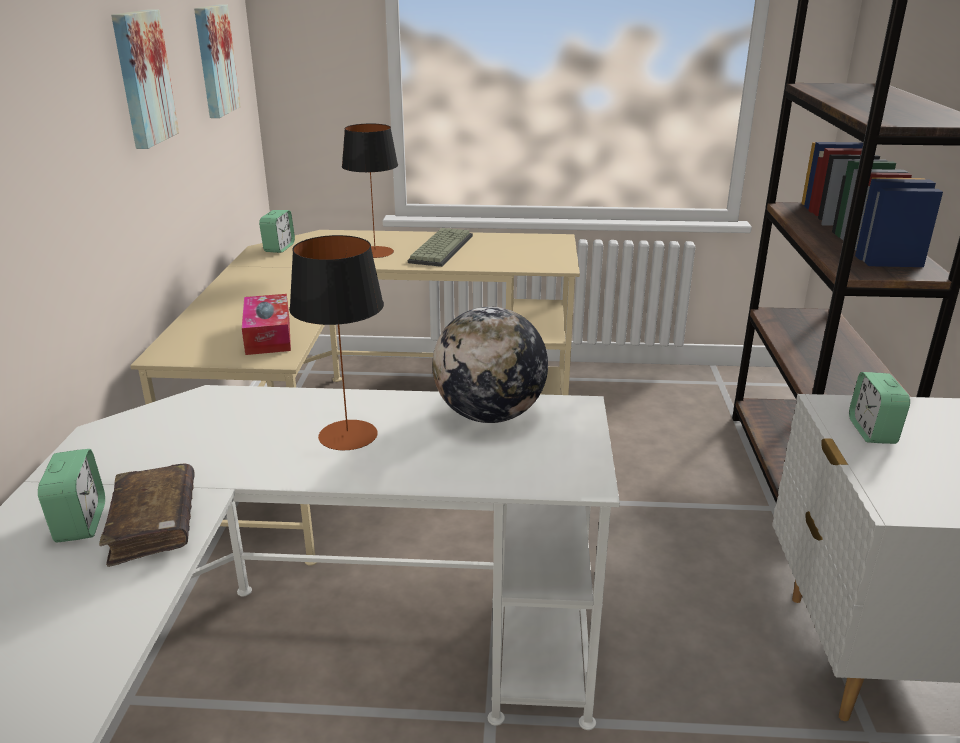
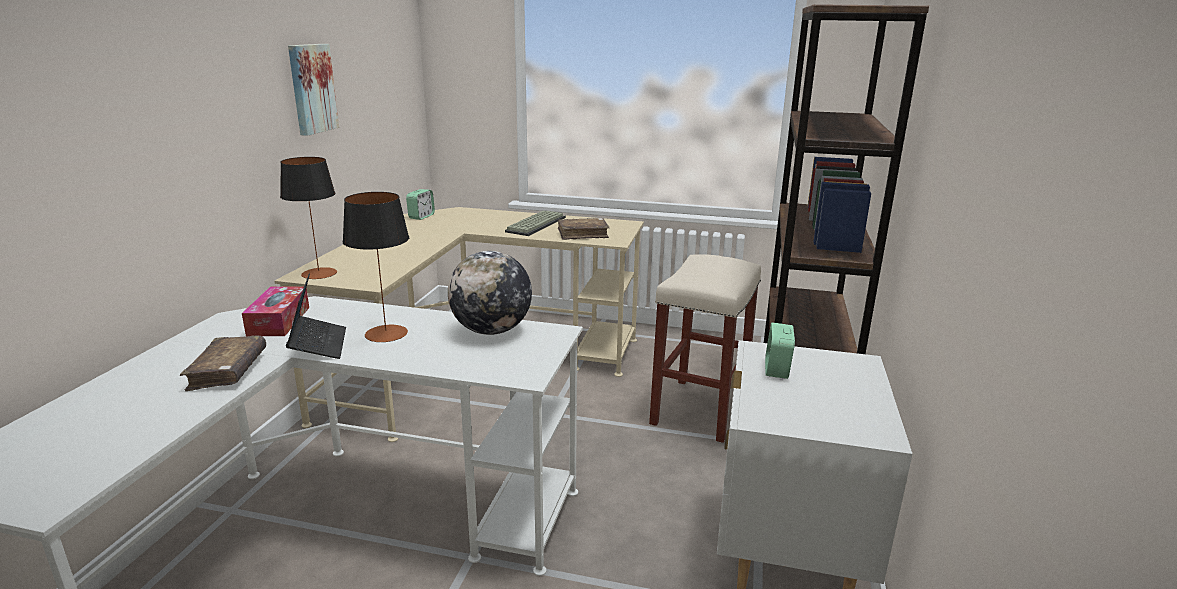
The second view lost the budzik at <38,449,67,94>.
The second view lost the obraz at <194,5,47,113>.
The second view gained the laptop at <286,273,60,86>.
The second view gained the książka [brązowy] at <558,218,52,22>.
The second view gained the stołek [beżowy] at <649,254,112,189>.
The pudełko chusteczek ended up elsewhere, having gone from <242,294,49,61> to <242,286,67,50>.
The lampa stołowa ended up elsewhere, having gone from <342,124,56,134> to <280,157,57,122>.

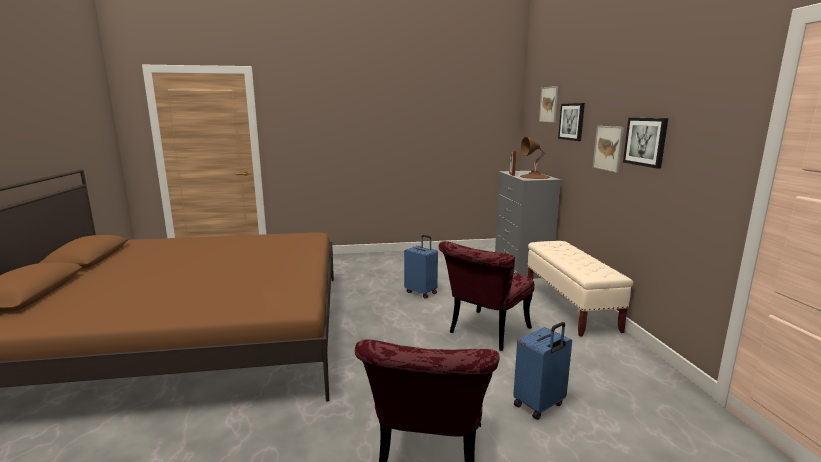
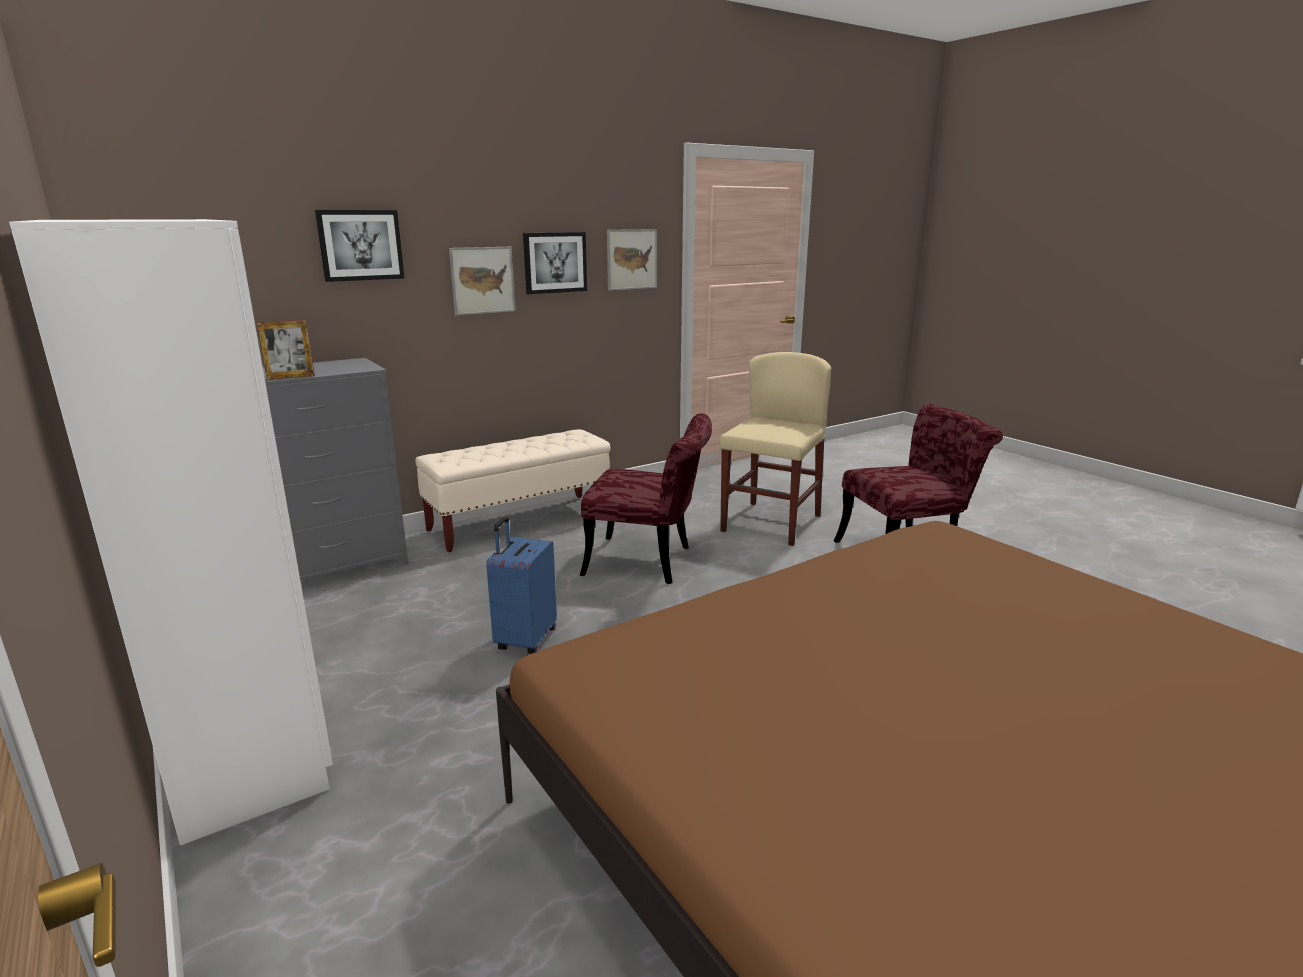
The second view lost the lampa stołowa [brązowy] at <520,137,30,42>.
The second view gained the szafa [biały] at <9,219,324,627>.
The obraz ended up elsewhere, having gone from <539,86,19,37> to <607,229,50,62>.
Where the walizka [niebieski] stood at <513,322,59,98>, the krzesło [beżowy] came to stand at <719,352,112,194>.

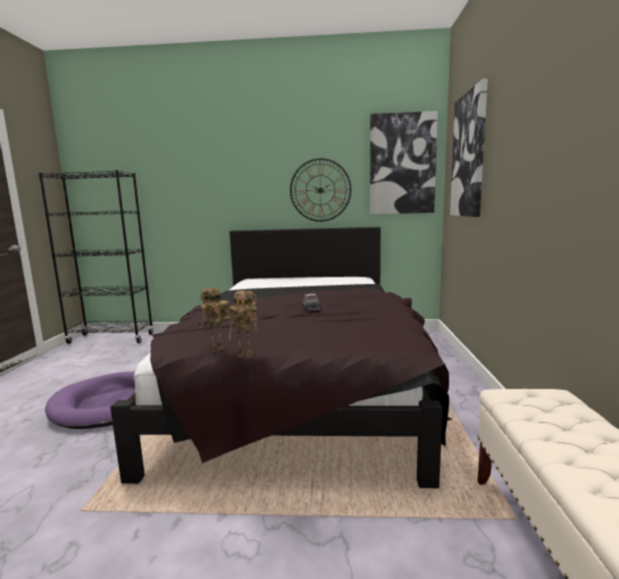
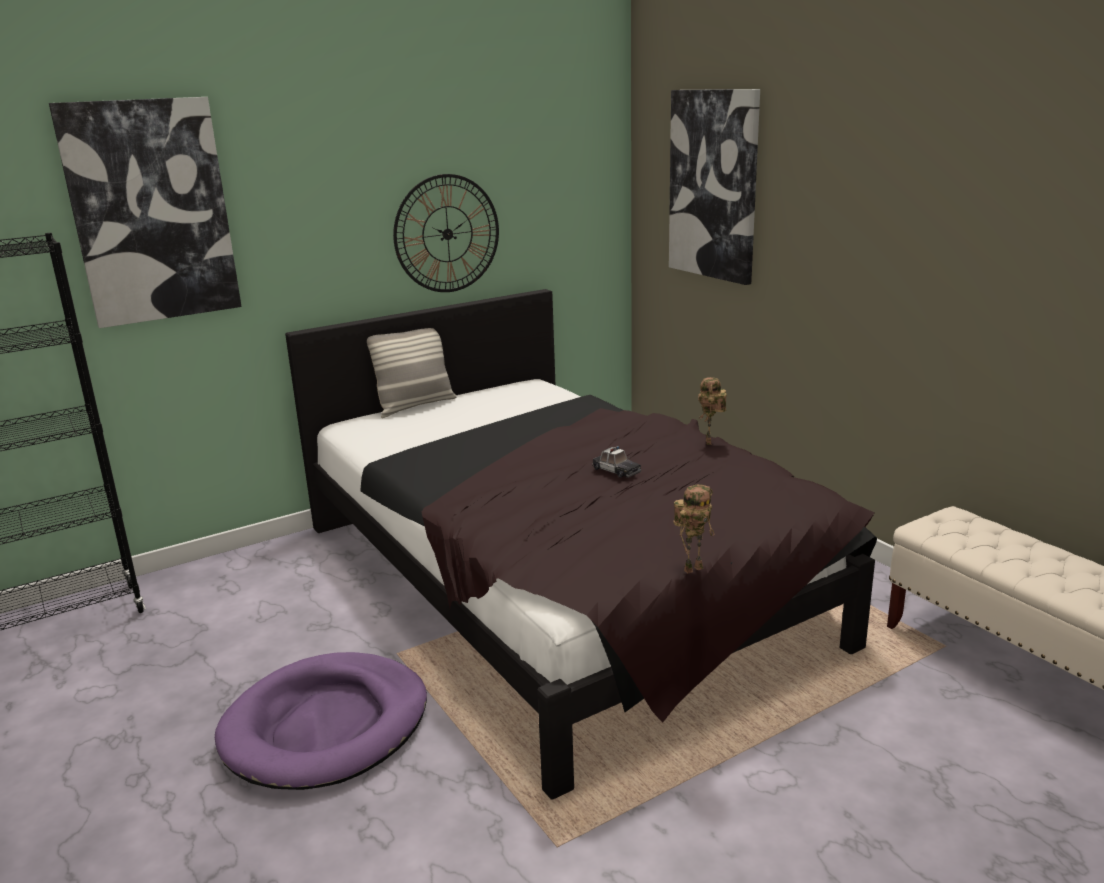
The second view gained the poduszka at <367,328,89,90>.
The robot zabawkowy ended up elsewhere, having gone from <200,288,30,64> to <698,377,29,68>.
The obraz ended up elsewhere, having gone from <370,111,68,103> to <49,97,193,231>.

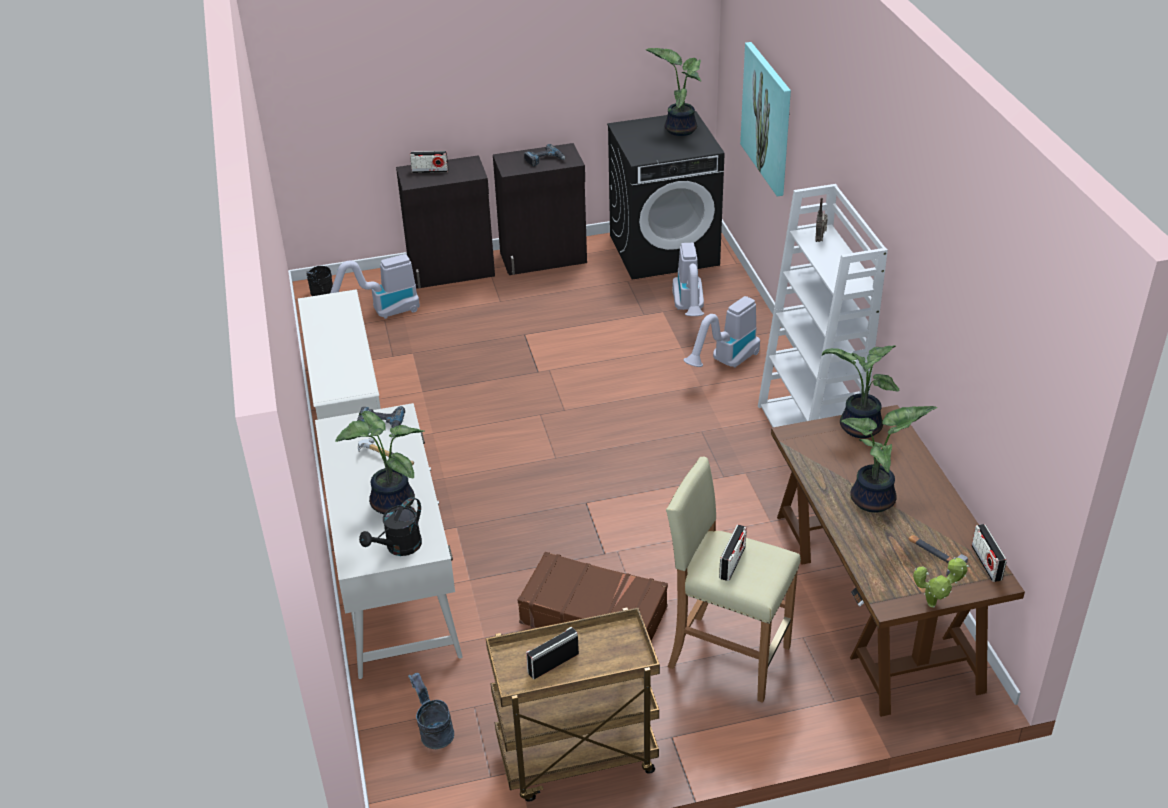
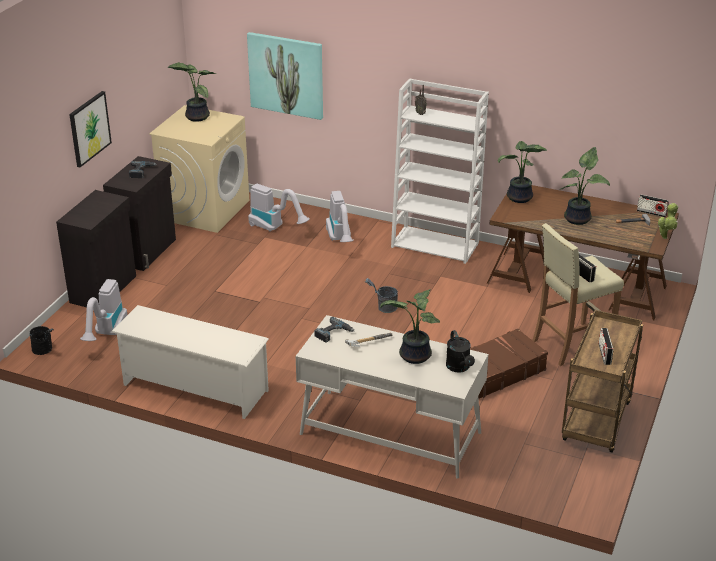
The second view lost the radio at <410,151,38,22>.
The second view gained the obraz at <69,91,43,76>.
The wiadro [szary] ended up elsewhere, having gone from <408,673,46,76> to <365,278,33,35>.
What was the pralka [czarny] at <607,111,117,169> turned into the pralka [beżowy] at <149,105,100,128>.

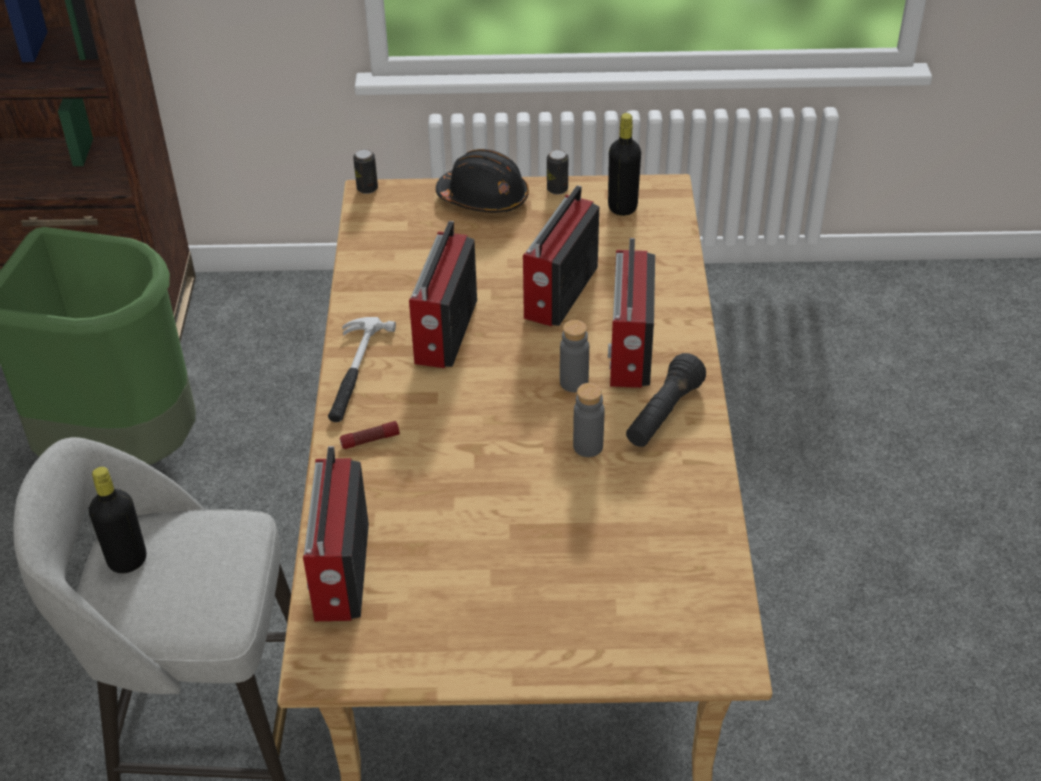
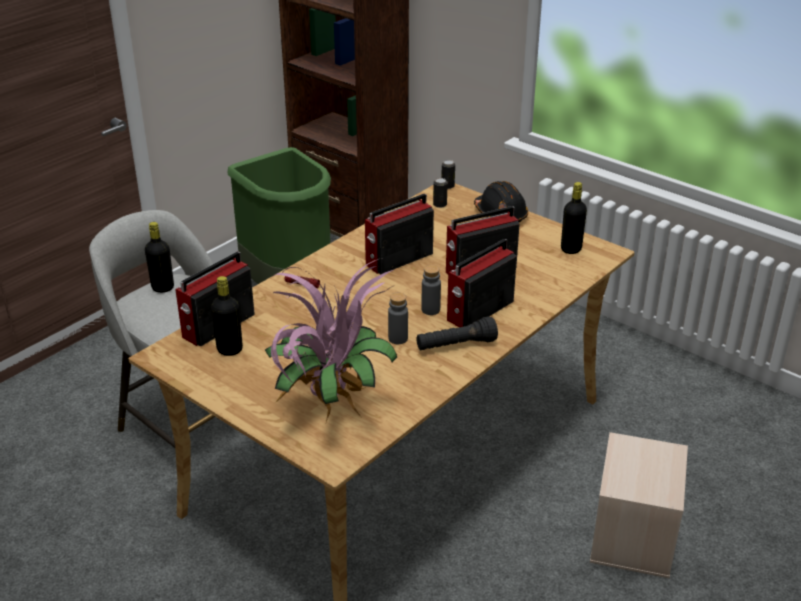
The second view lost the młotek at <328,317,68,105>.
The second view gained the butelka [czarny] at <211,276,32,80>.
The second view gained the roślina doniczkowa at <265,259,132,163>.
The second view gained the pojemnik do przechowywania [beżowy] at <590,432,98,146>.
The puszka ended up elsewhere, having gone from <547,149,21,46> to <433,178,15,30>.

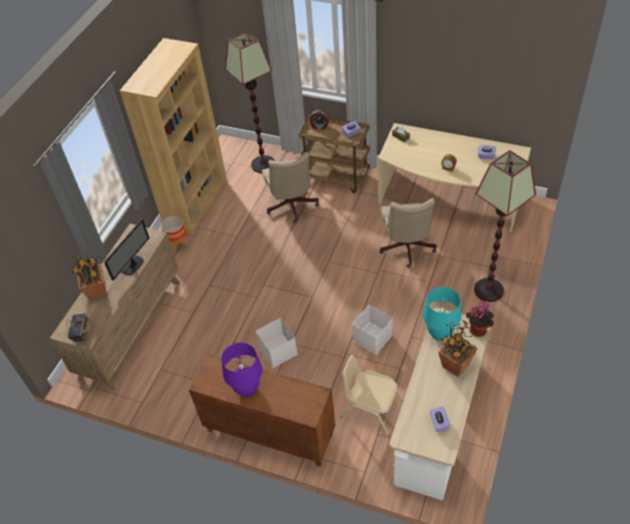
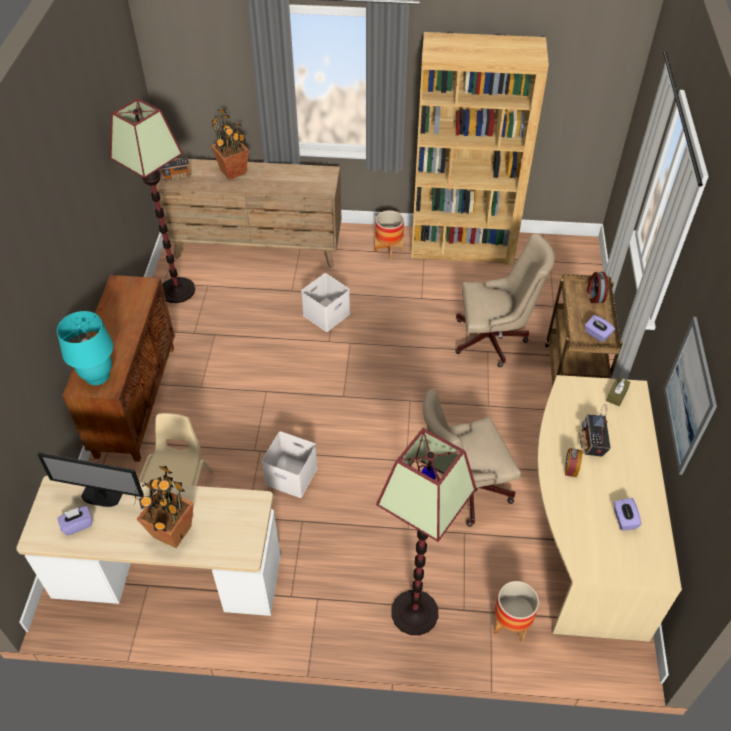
The second view lost the lampa stołowa [fioletowy] at <221,342,41,55>.
The second view lost the roślina doniczkowa at <466,300,28,37>.
The second view gained the donica at <493,581,46,61>.
The second view gained the radio at <579,404,32,52>.
The second view gained the obraz at <664,317,53,158>.
The monitor ended up elsewhere, having gone from <104,219,45,62> to <37,452,107,55>.
The lampa stojąca ended up elsewhere, having gone from <225,31,50,142> to <110,98,85,205>.
The pojemnik do przechowywania [biały] ended up elsewhere, having gone from <256,318,42,50> to <301,273,49,59>.
The lampa stołowa [turkusowy] ended up elsewhere, having gone from <423,287,38,54> to <57,311,56,74>.
The krzesło biurowe [beżowy] at <262,152,57,71> ended up facing another way, 150 degrees counterclockwise from before.

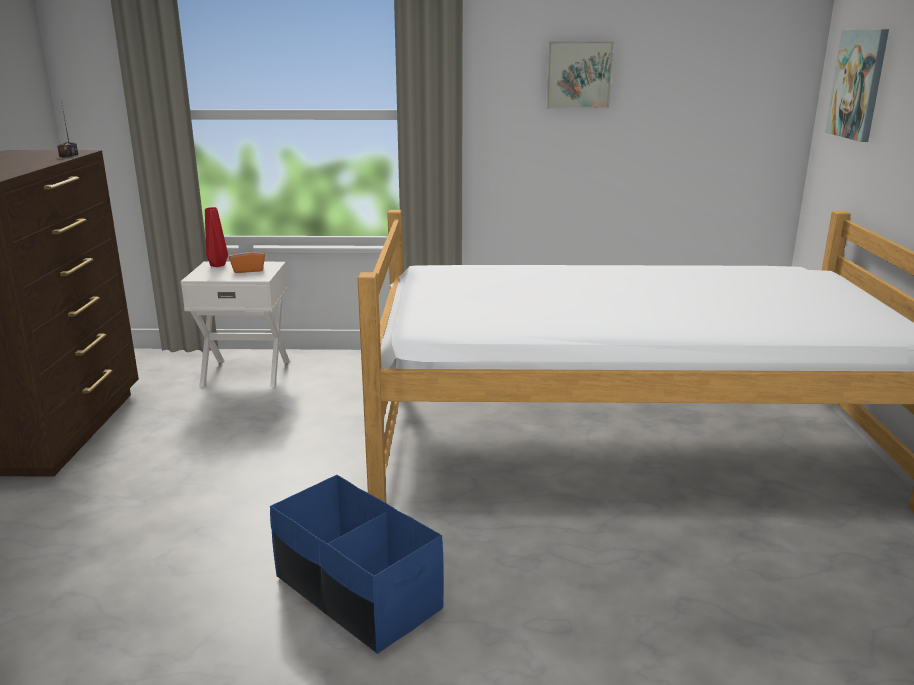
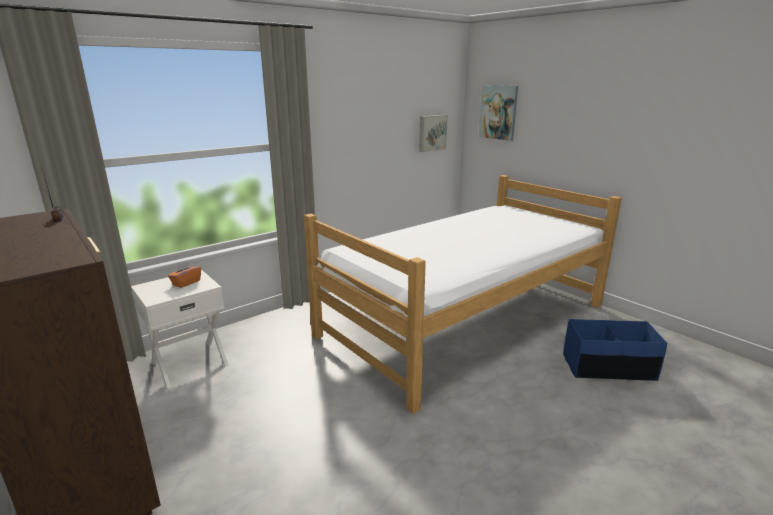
The second view lost the wazon [czerwony] at <205,207,23,60>.
The pojemnik do przechowywania [niebieski] ended up elsewhere, having gone from <270,475,174,179> to <563,319,105,62>.
The obraz ended up elsewhere, having gone from <546,41,68,68> to <419,115,29,37>.

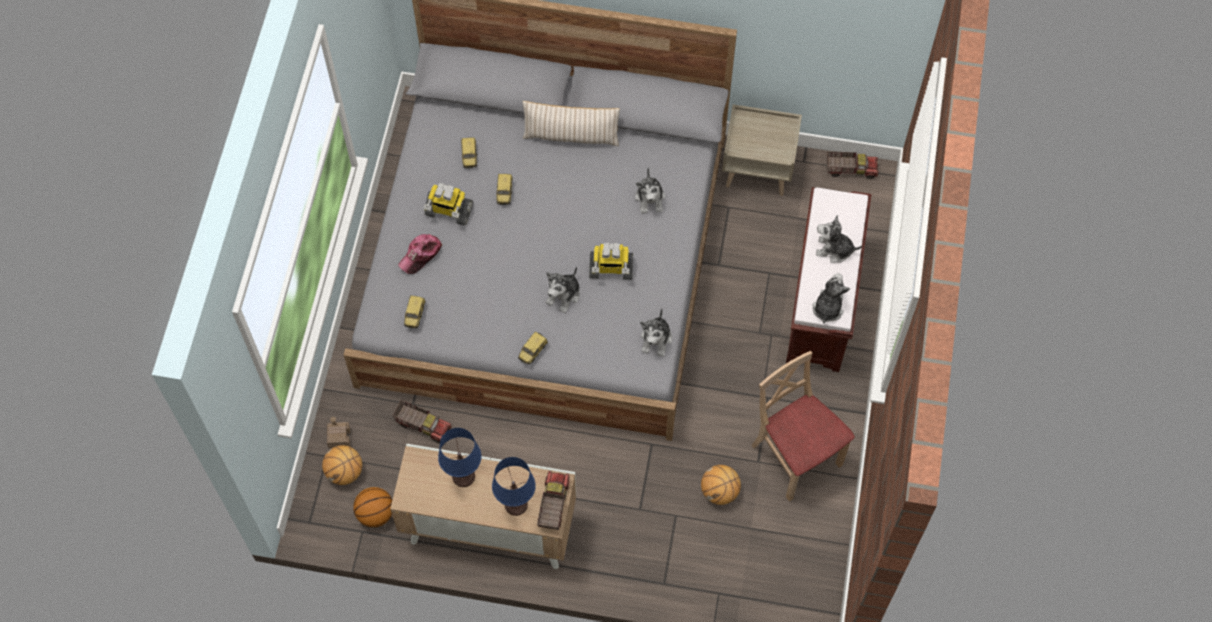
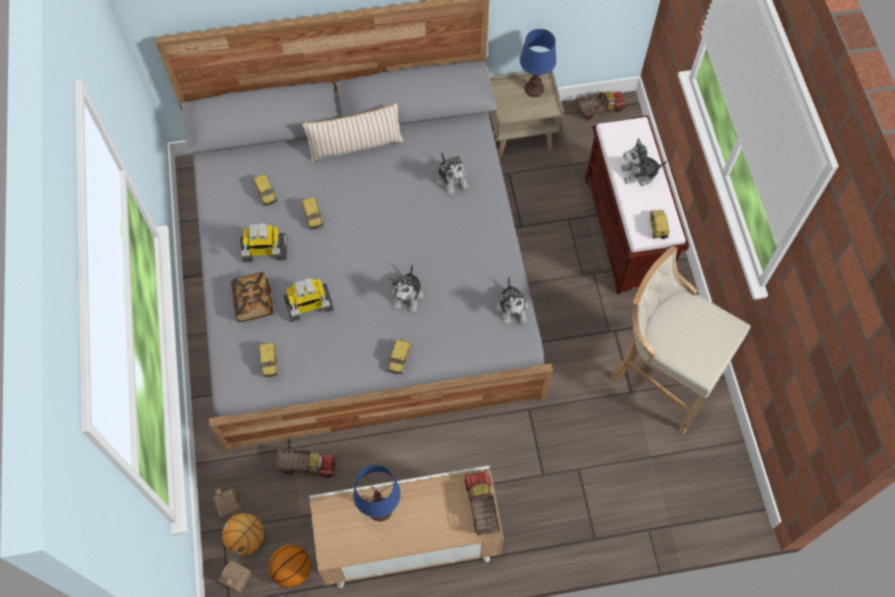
The second view lost the piłka do koszykówki at <701,465,40,40>.
The second view gained the domek at <218,560,34,33>.
The lampa stołowa [niebieski] ended up elsewhere, having gone from <492,457,44,59> to <520,29,37,68>.
The robot zabawkowy ended up elsewhere, having gone from <589,242,44,38> to <283,278,51,44>.
Where the czapka z daszkiem stood at <398,234,44,40>, the książka came to stand at <231,272,42,50>.
Where the krzesło [beżowy] stood at <751,351,104,151>, the stołek [beżowy] came to stand at <612,245,138,190>.
Where the pluszak stood at <812,273,38,51>, the samochodzik came to stand at <650,210,19,29>.

